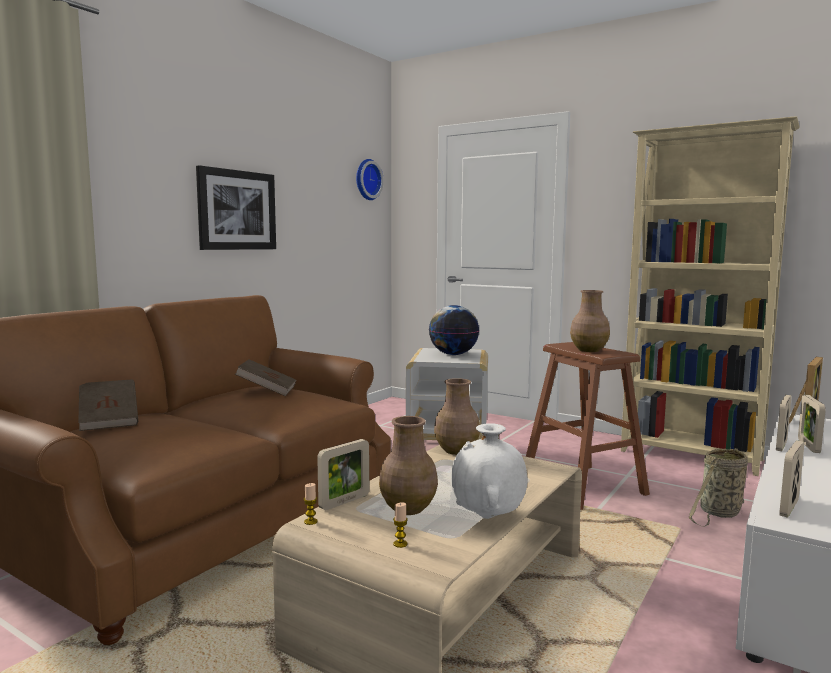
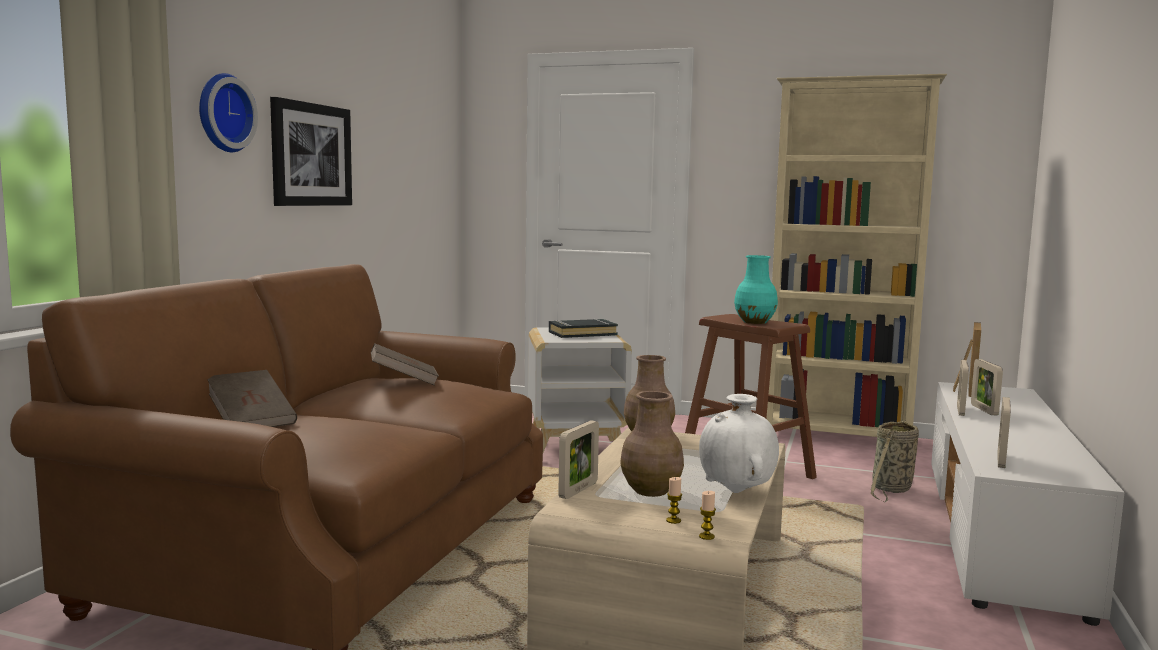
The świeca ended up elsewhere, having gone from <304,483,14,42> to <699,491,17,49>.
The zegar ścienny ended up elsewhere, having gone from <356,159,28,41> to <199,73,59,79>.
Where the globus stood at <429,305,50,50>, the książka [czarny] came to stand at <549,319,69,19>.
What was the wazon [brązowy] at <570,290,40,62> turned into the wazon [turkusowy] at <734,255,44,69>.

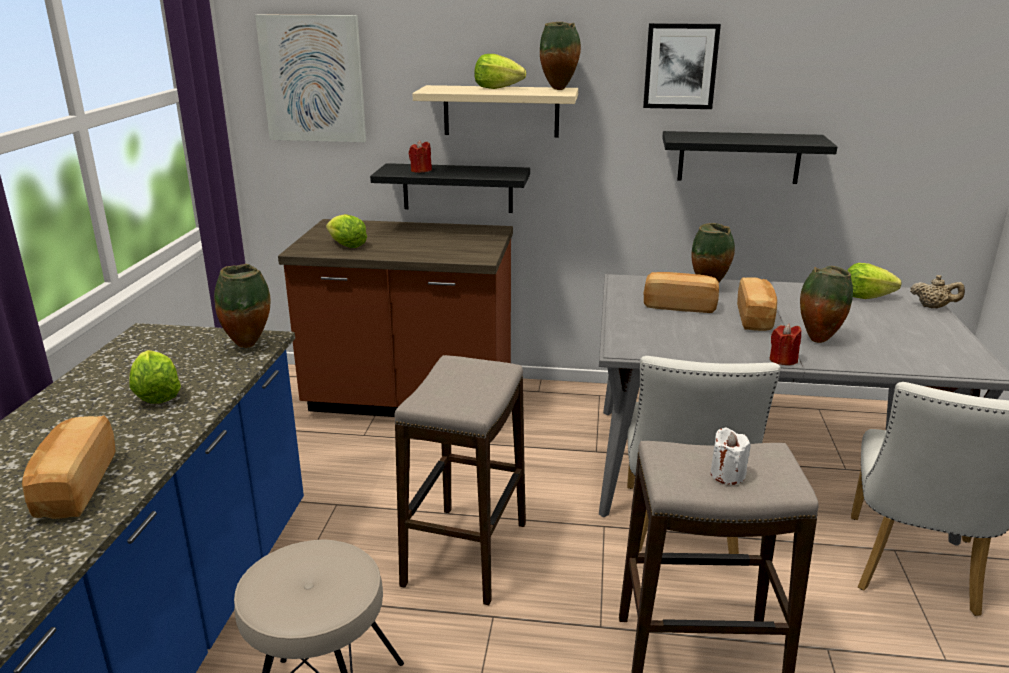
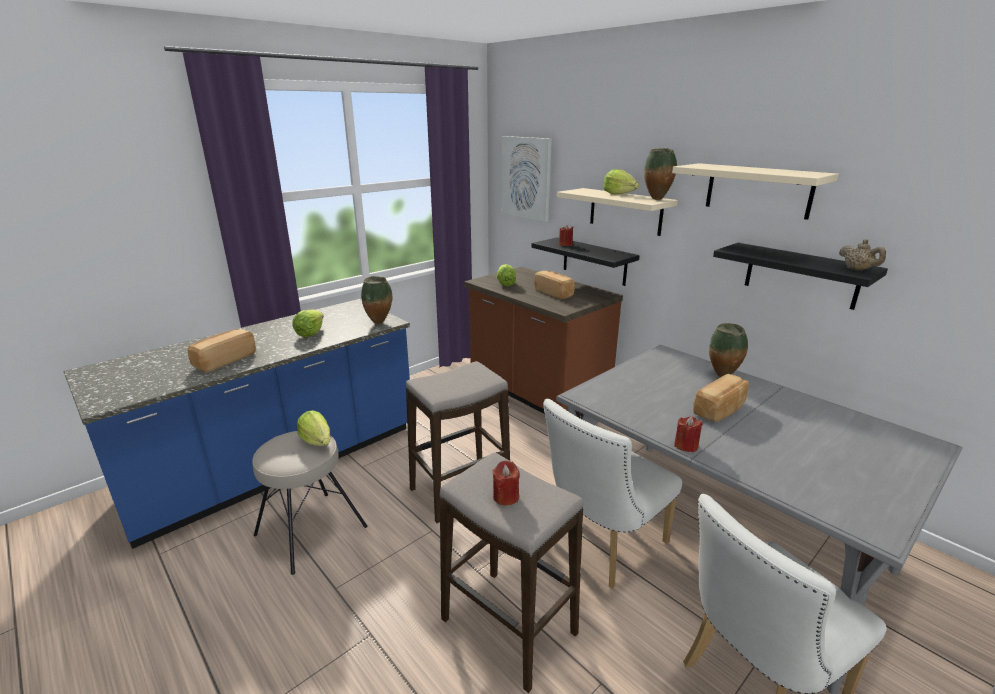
The second view lost the wazon at <800,266,53,77>.
The chleb ended up elsewhere, having gone from <644,272,75,41> to <534,271,41,28>.
The sałata ended up elsewhere, having gone from <847,263,54,36> to <297,410,33,36>.
The imbryk [beżowy] ended up elsewhere, having gone from <910,275,55,33> to <839,239,47,32>.
Where the obraz hung at <643,23,78,86>, the półka [beżowy] came to hang at <672,163,167,57>.
What was the świeca [biały] at <710,427,41,58> turned into the świeca [czerwony] at <492,460,28,45>.

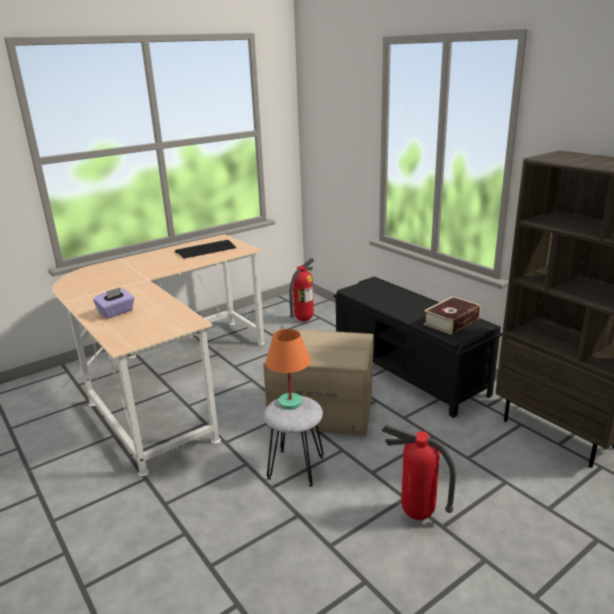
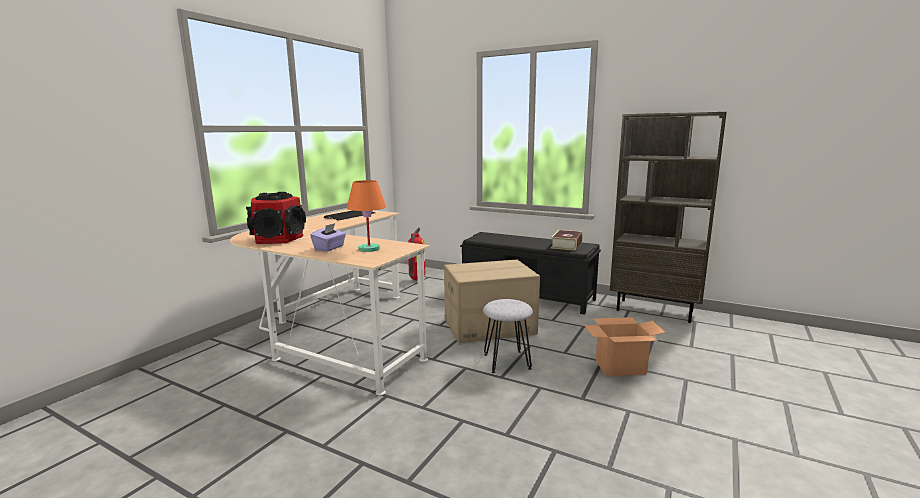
The second view gained the głośnik at <246,192,60,52>.
The lampa stołowa [pomarańczowy] ended up elsewhere, having gone from <266,329,44,81> to <347,180,39,72>.
Where the gaśnica stood at <382,425,74,95>, the karton came to stand at <584,317,82,59>.

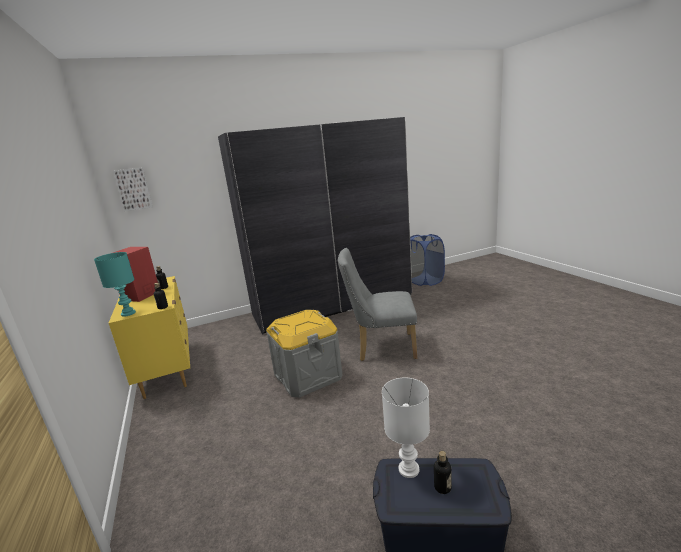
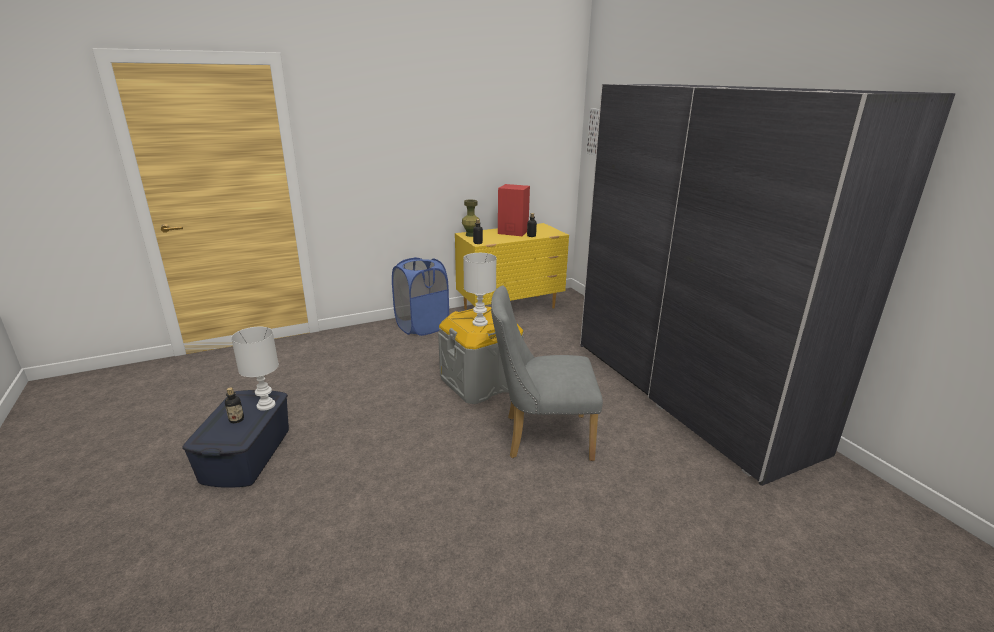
The second view gained the lampa stołowa [biały] at <463,253,34,74>.
The kosz na pranie [niebieski] ended up elsewhere, having gone from <410,234,35,52> to <392,257,57,79>.
Where the lampa stołowa [turkusowy] stood at <94,252,42,65>, the wazon [zielony] came to stand at <462,200,17,37>.
The krzesło [szary] at <338,248,79,113> ended up facing another way, 90 degrees counterclockwise from before.

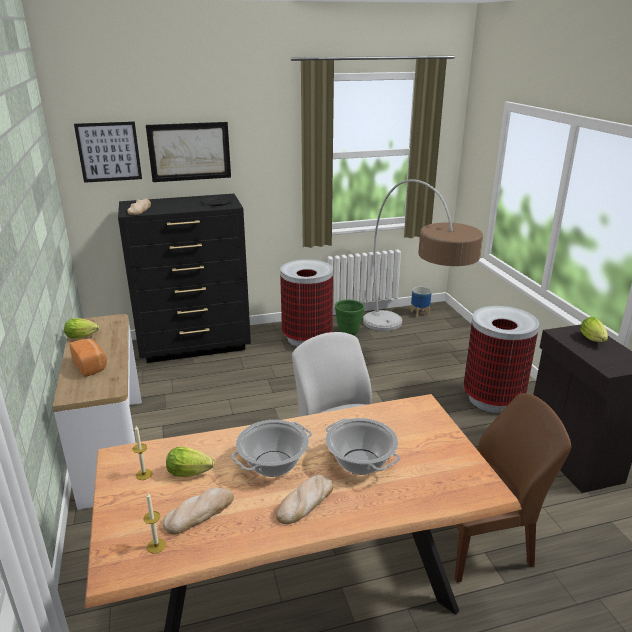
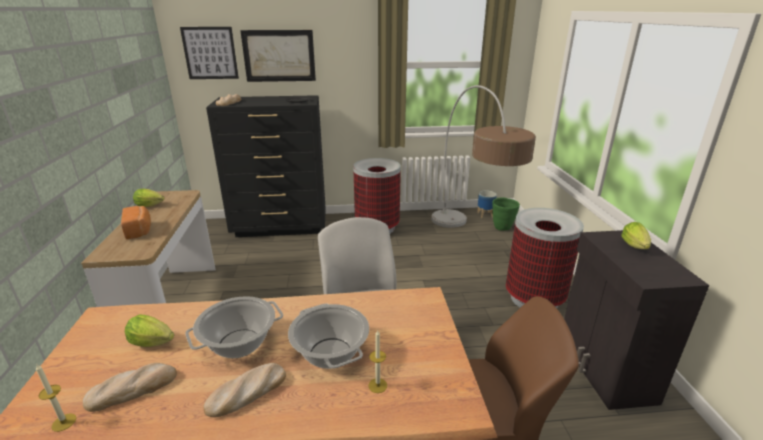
The świeca ended up elsewhere, having gone from <133,426,19,54> to <368,330,19,63>.
The donica [zielony] ended up elsewhere, having gone from <335,299,29,36> to <492,197,28,34>.

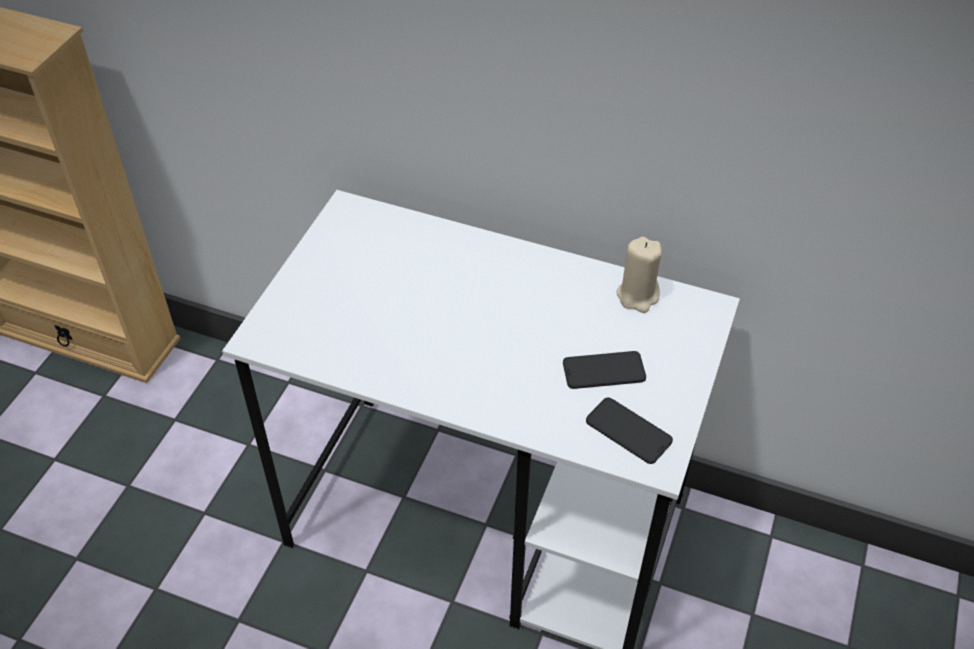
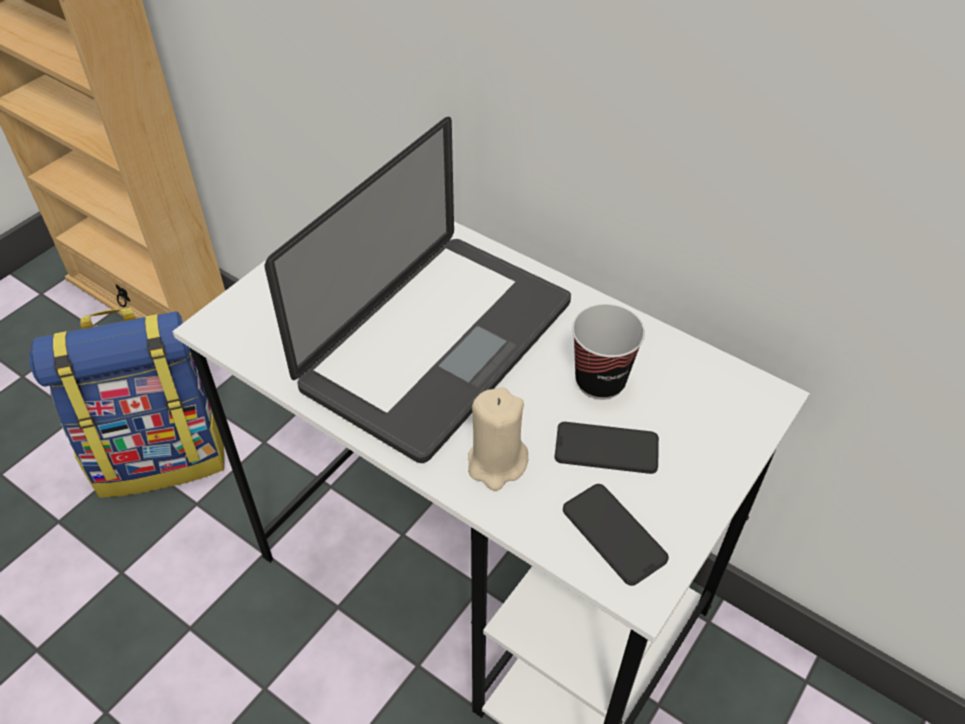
The second view gained the plecak at <29,308,196,190>.
The second view gained the laptop at <265,117,306,346>.
The second view gained the filiżanka at <572,304,73,96>.
The świeca [beżowy] ended up elsewhere, having gone from <617,237,45,76> to <468,387,60,104>.

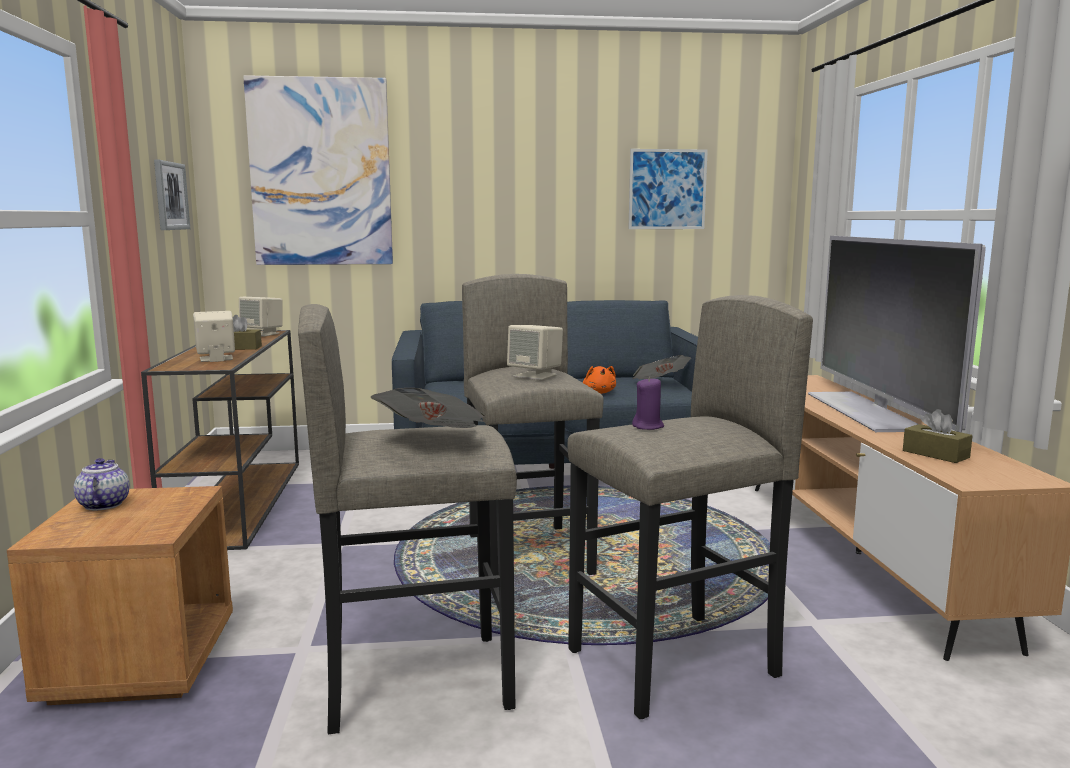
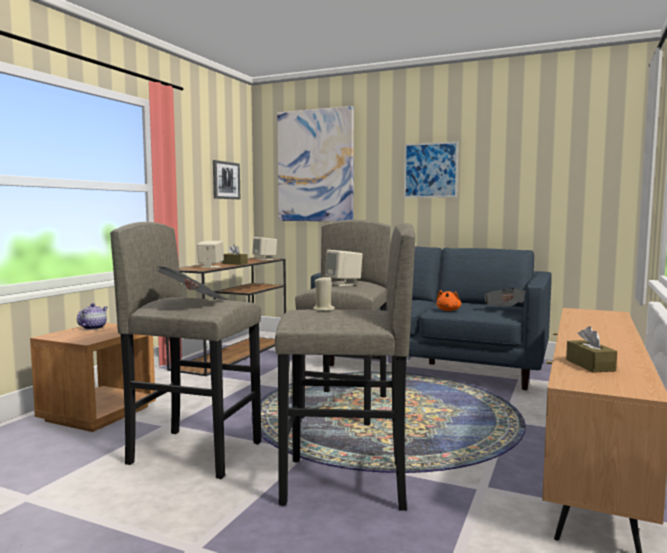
The second view lost the telewizor at <808,236,178,196>.
The obraz ended up elsewhere, having gone from <629,149,79,80> to <404,141,54,57>.
What was the świeca [fioletowy] at <632,377,32,53> turned into the świeca [beżowy] at <313,275,22,36>.

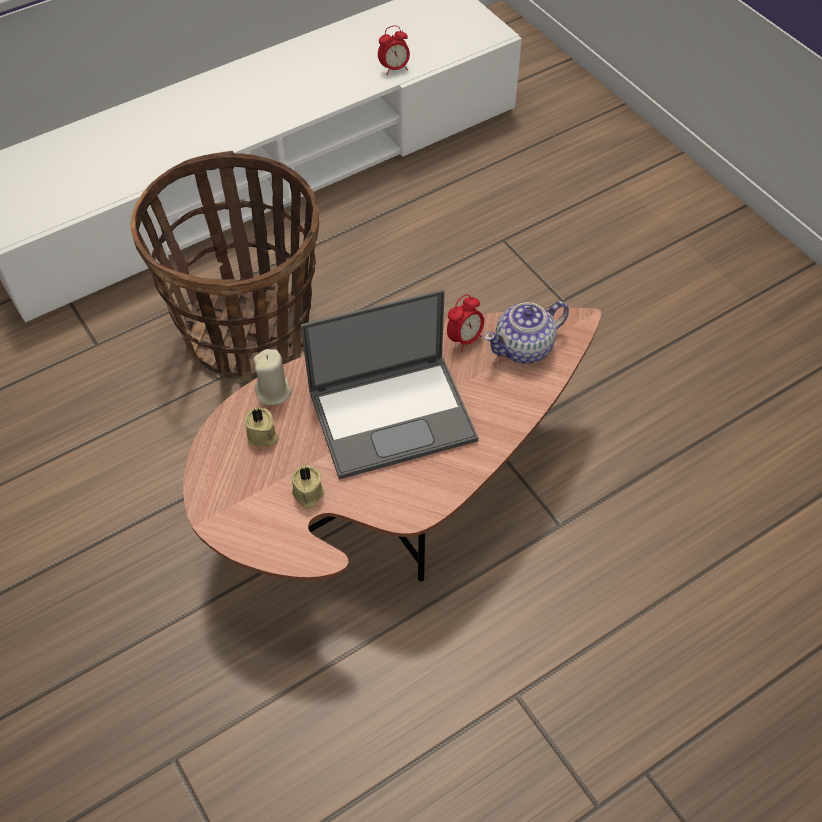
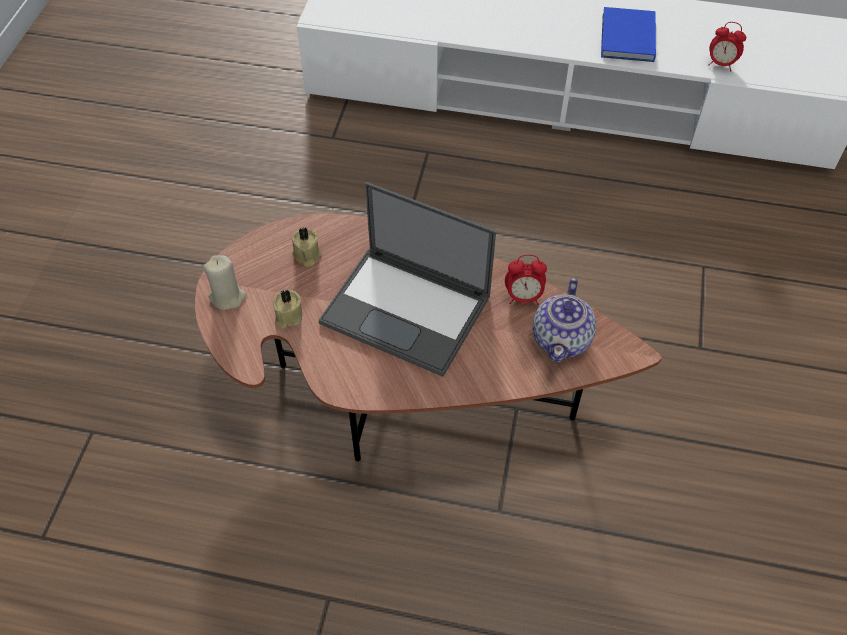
The second view lost the koszyk at <130,151,189,230>.
The second view gained the książka [niebieski] at <601,7,55,55>.
The świeca [beżowy] ended up elsewhere, having gone from <254,349,38,56> to <203,255,44,55>.
The imbryk at <484,301,85,63> ended up facing another way, 90 degrees counterclockwise from before.

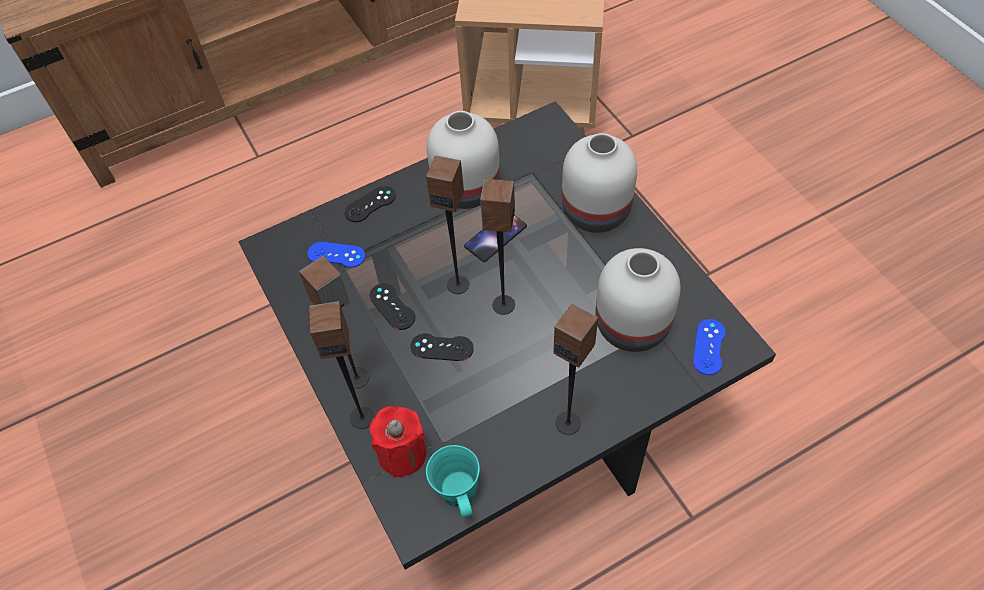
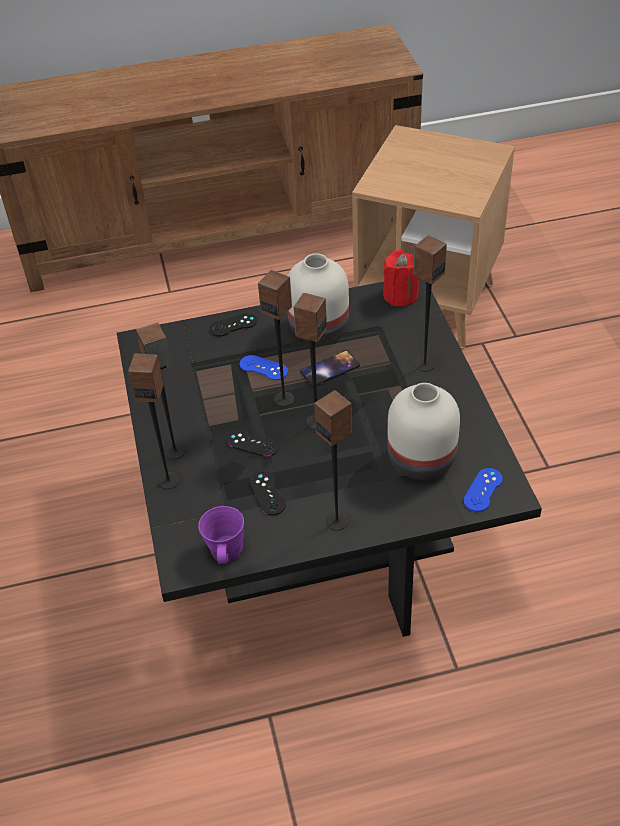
The pad do gier [niebieski] ended up elsewhere, having gone from <307,242,58,26> to <240,355,48,25>.
The pad do gier [czarny] ended up elsewhere, having gone from <369,283,46,47> to <250,471,36,45>.
The świeca [czerwony] ended up elsewhere, having gone from <369,406,57,72> to <383,250,36,56>.
Where the wazon [biały] stood at <562,133,75,100>, the głośnik came to stand at <414,235,33,137>.
What was the kubek [turkusowy] at <426,445,54,73> turned into the kubek [fioletowy] at <198,506,46,58>.

